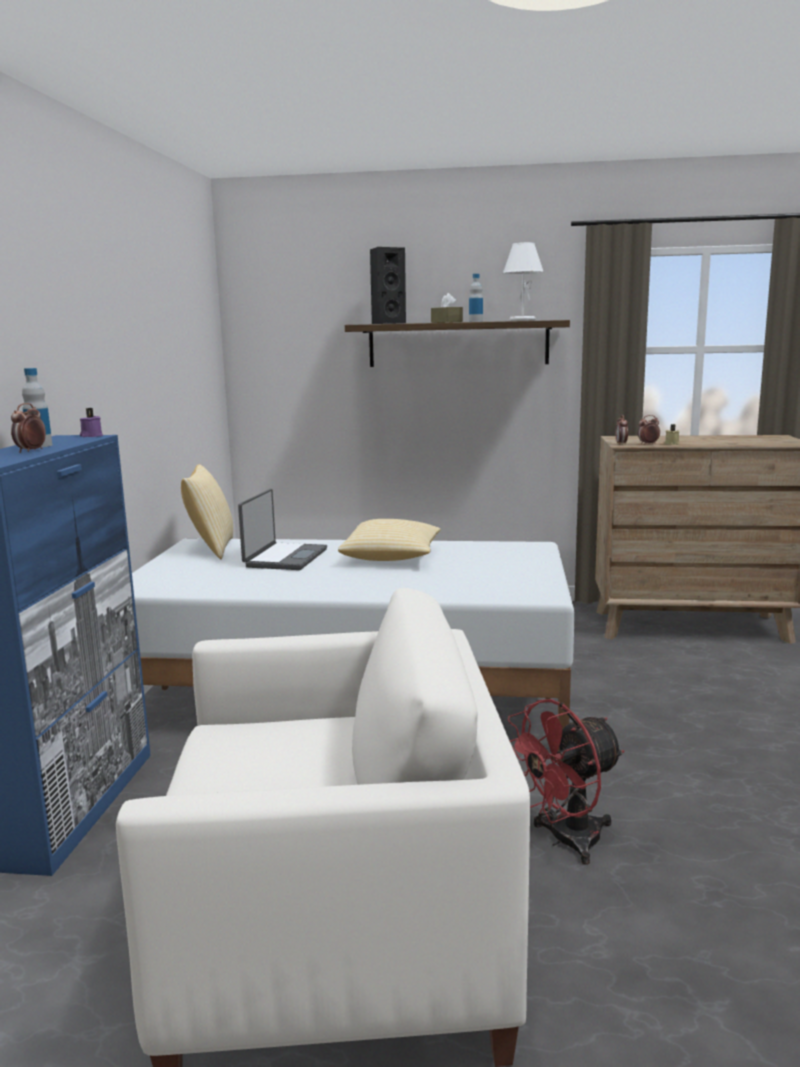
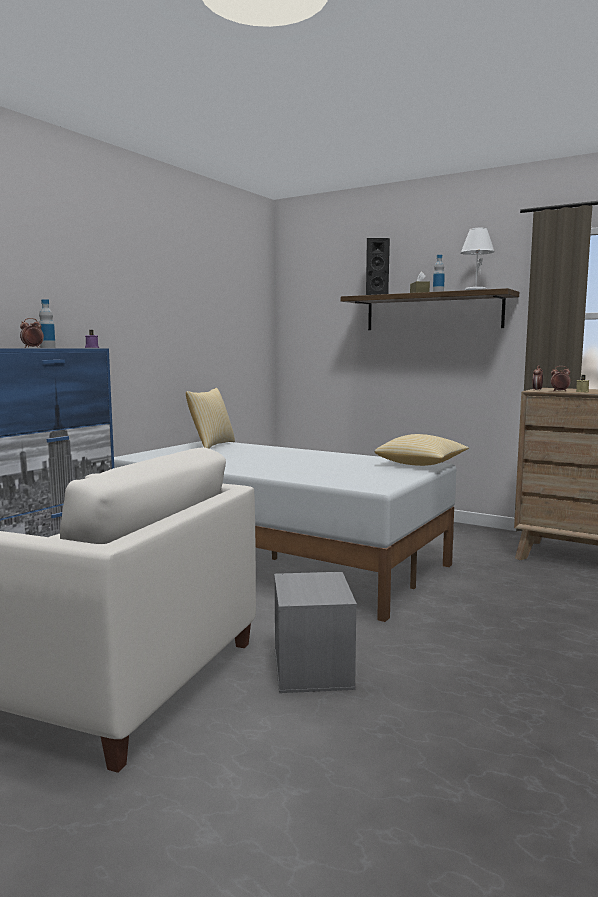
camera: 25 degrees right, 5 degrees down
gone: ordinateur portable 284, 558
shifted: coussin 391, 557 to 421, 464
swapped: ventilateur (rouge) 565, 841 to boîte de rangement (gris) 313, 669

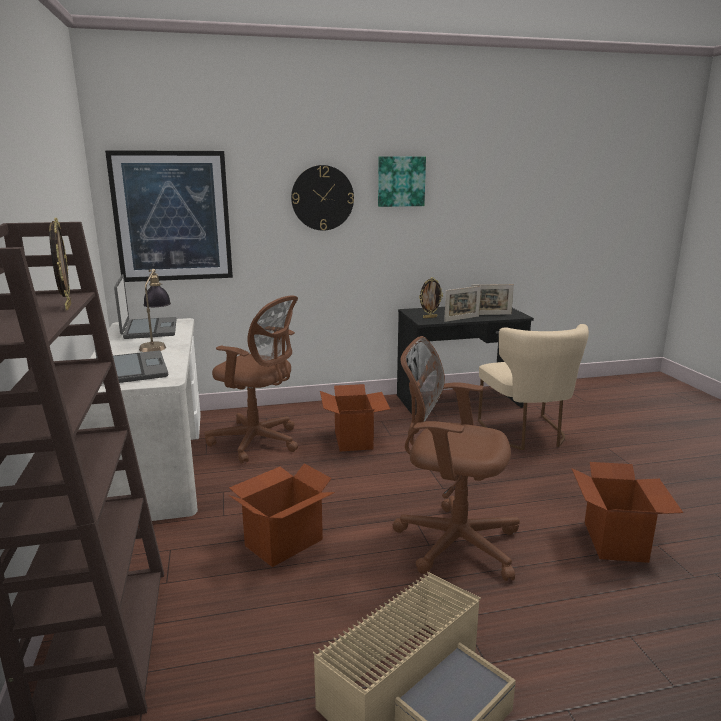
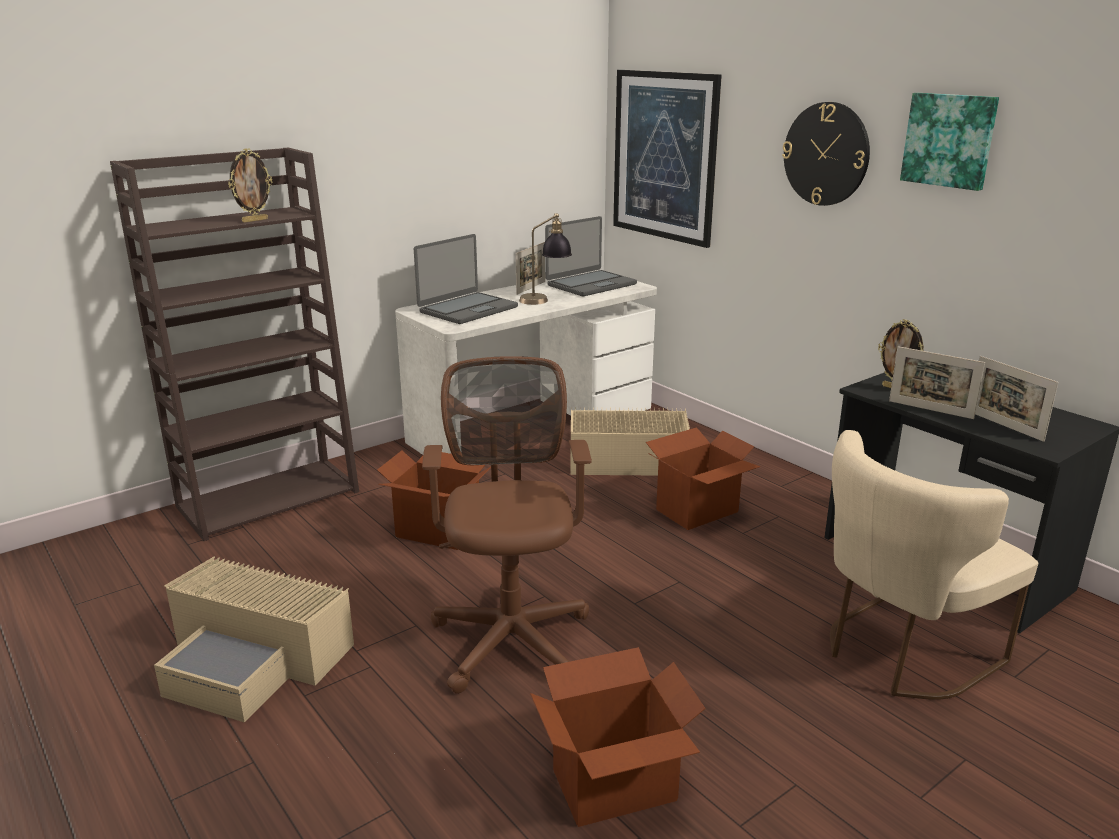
camera: 65 degrees right, 5 degrees up
new: cadre photo 531, 288
swapped: chaise de bureau (marron) 258, 442 to boîte de rangement (beige) 624, 458

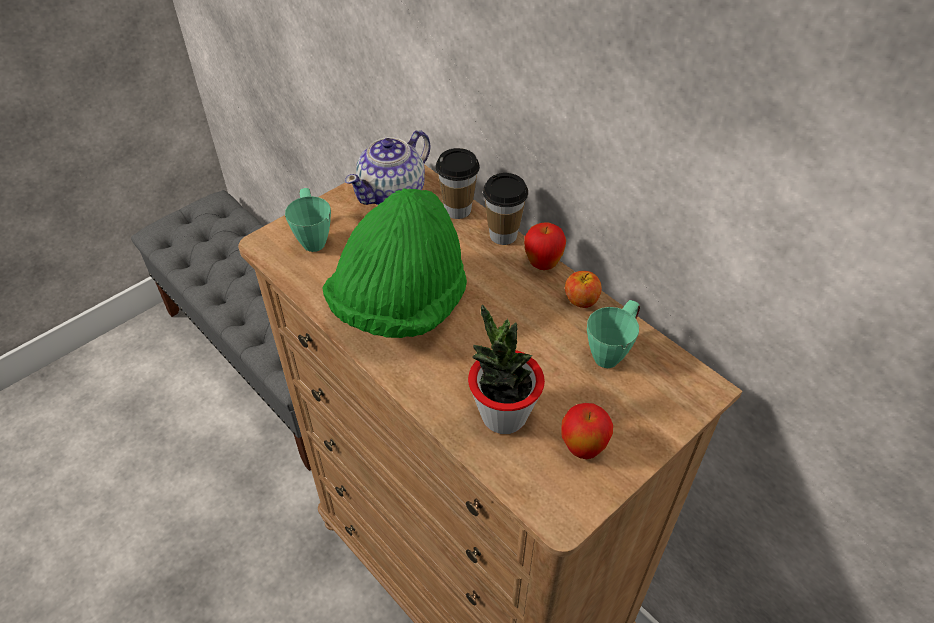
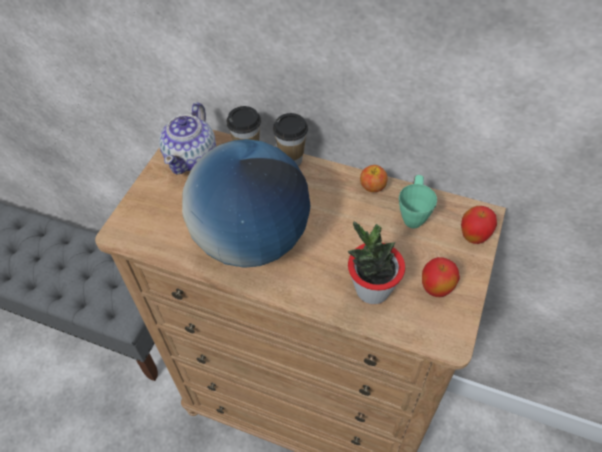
camera: 25 degrees left, 5 degrees up
gone: mug (vert) 313, 237
shifted: pomme 542, 264 to 473, 237
swapped: chapeau (vert) 400, 305 to globe 252, 240

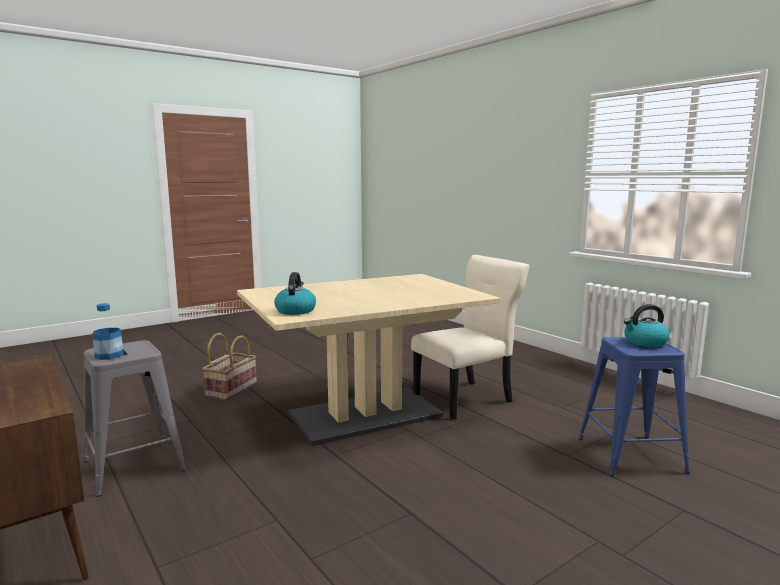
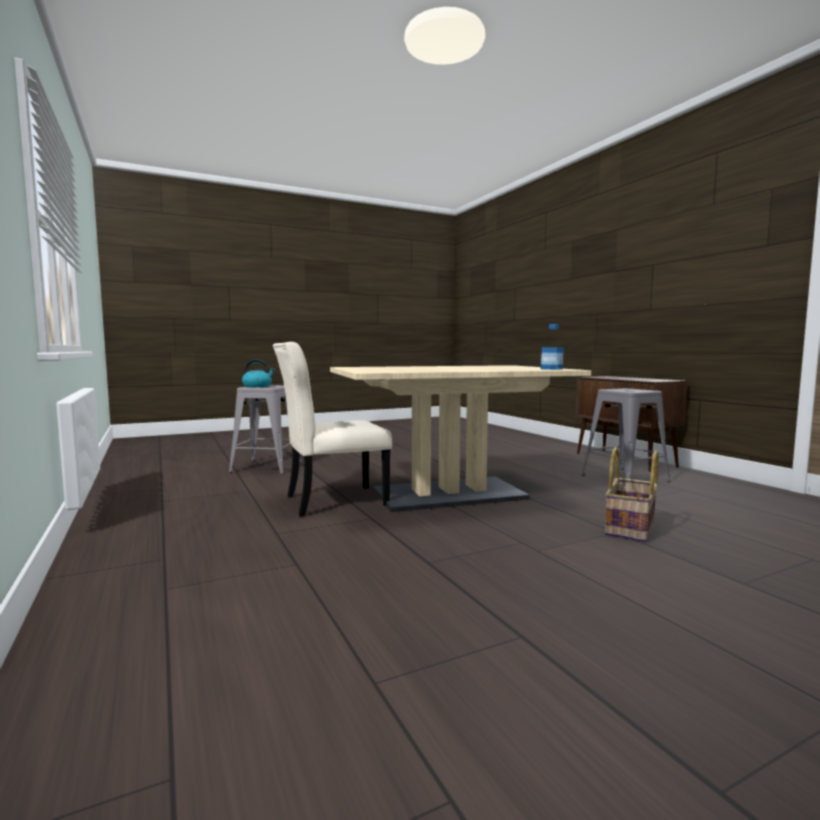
camera: 170 degrees left, 5 degrees down
gone: bouilloire 295, 310
shifted: bouteille 109, 355 to 551, 369
repainted: tabouret (bleu) 630, 455 to tabouret (gris) 266, 467

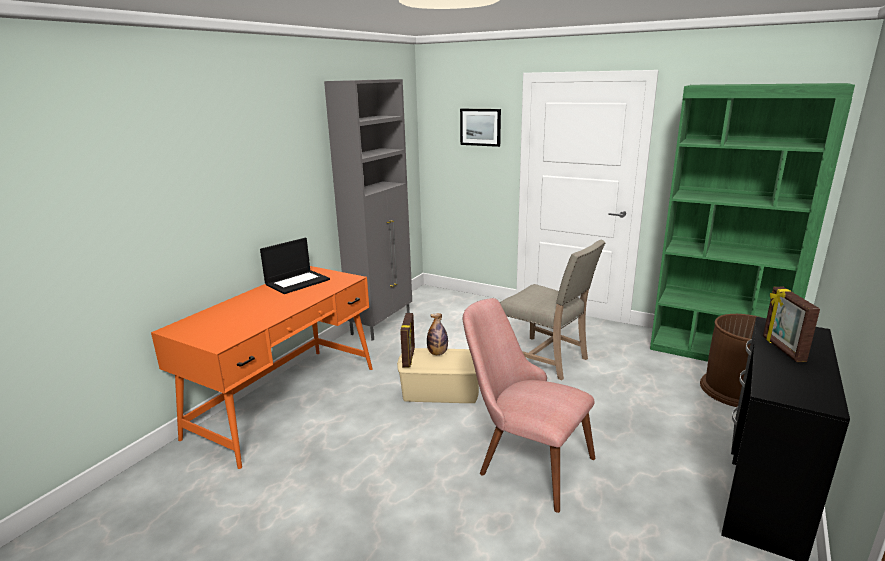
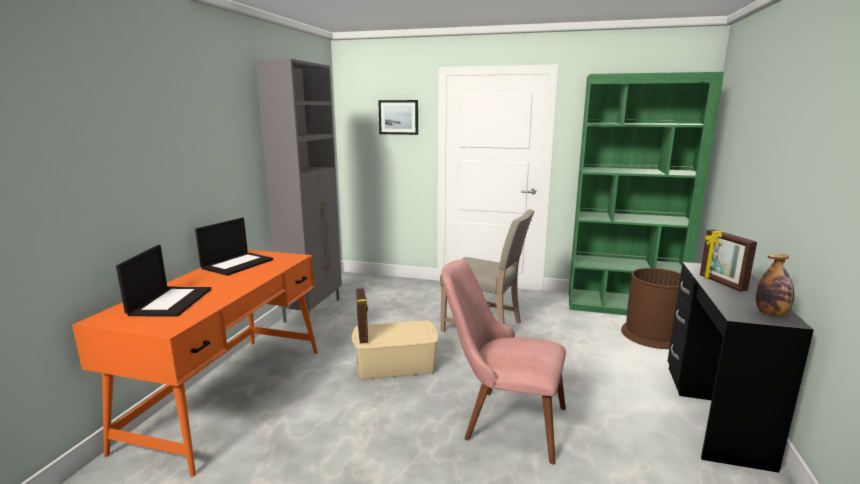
camera: 15 degrees left, 5 degrees down
new: ordinateur portable 170, 301
shifted: bouteille 437, 353 to 771, 314

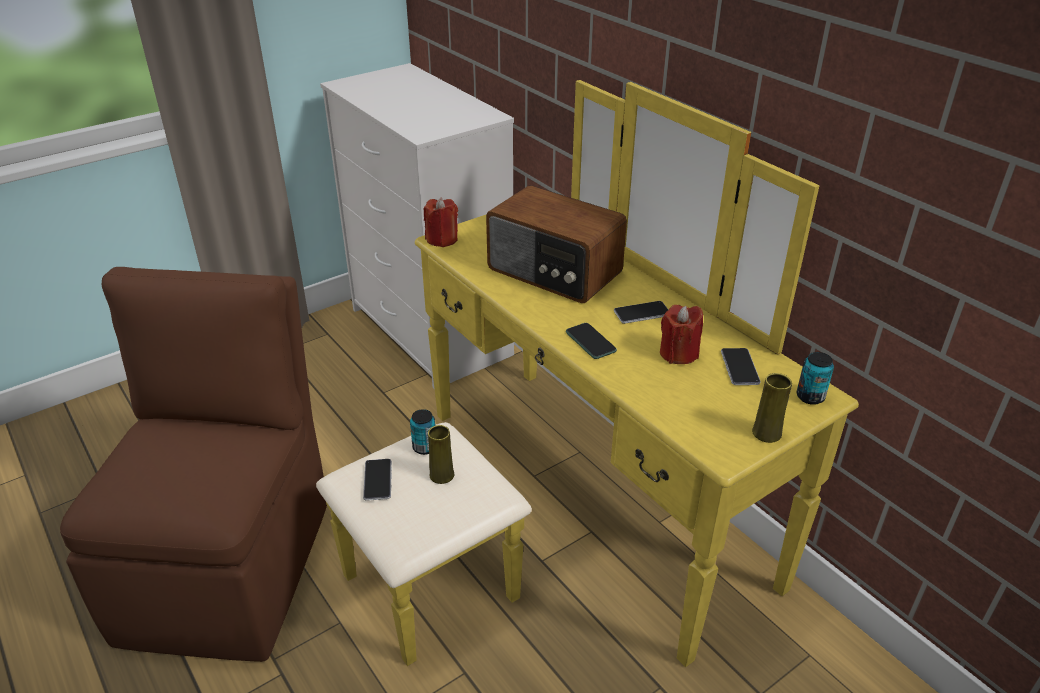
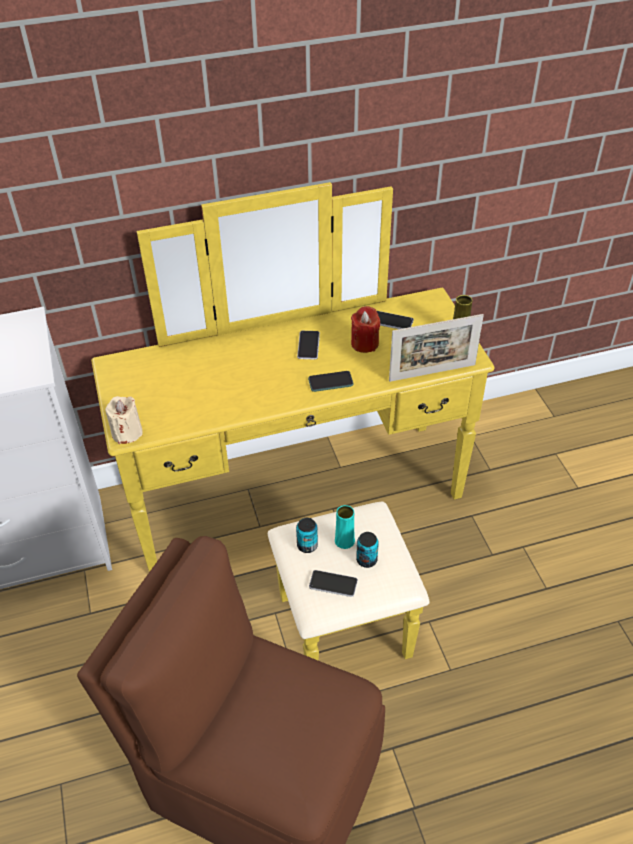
camera: 70 degrees left, 10 degrees up
gone: radio 554, 272
new: cadre photo 432, 373
shifted: boîte métallique 810, 397 to 366, 560
repainted: bougie (rouge) 442, 239 to bougie (beige) 127, 432; vase (jaune) 442, 475 to vase (turquoise) 344, 541

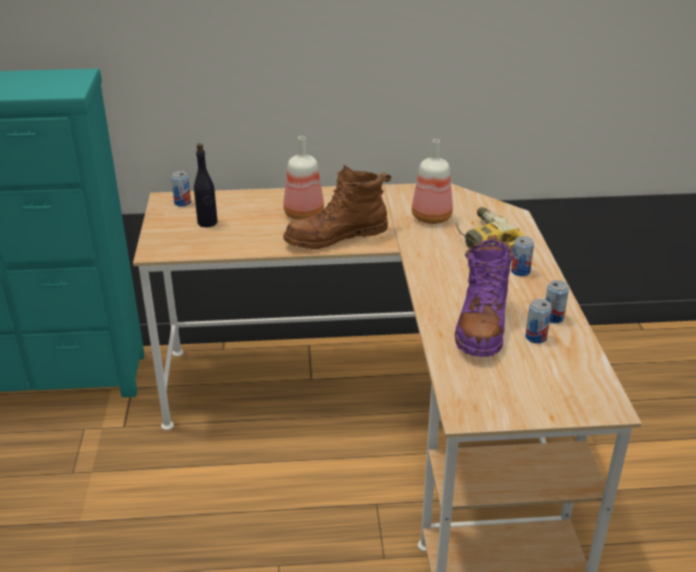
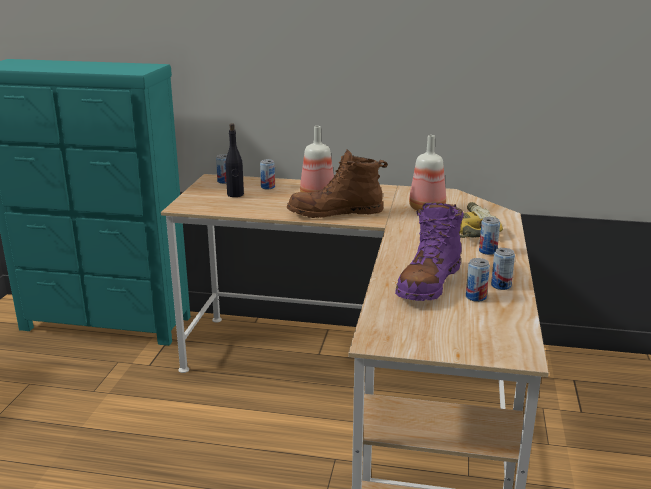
camera: 15 degrees right, 10 degrees down
new: boîte métallique 268, 187

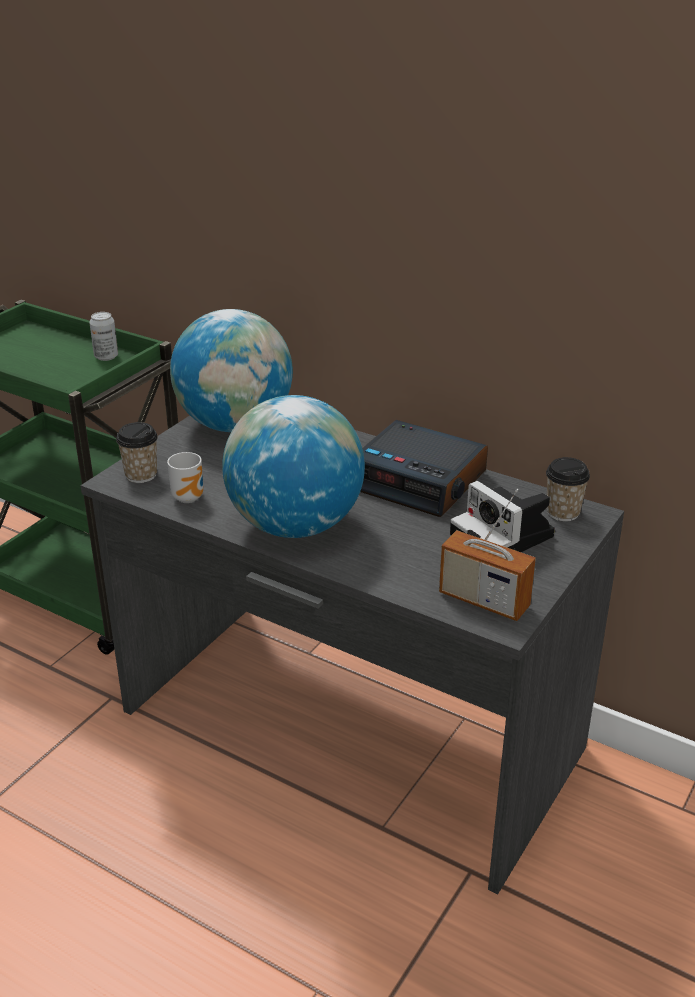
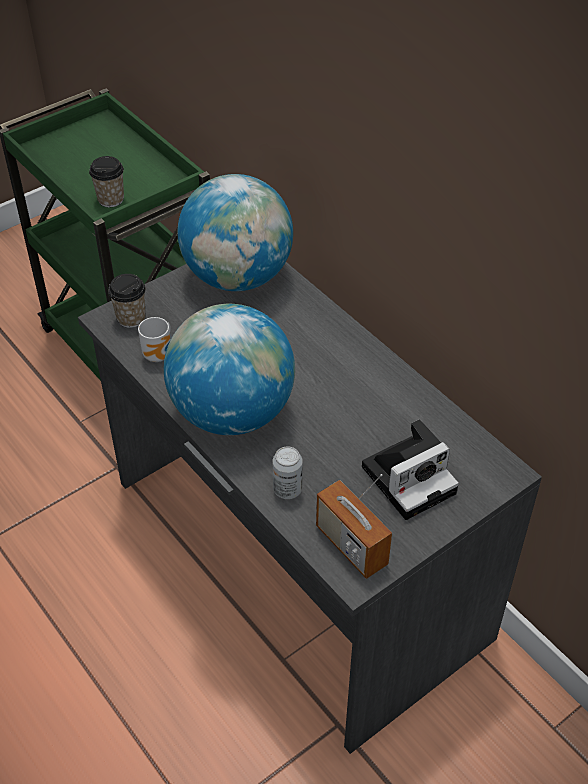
camera: 20 degrees right, 15 degrees up
gone: réveil 420, 480
shifted: tasse 563, 512 to 111, 199; boîte métallique 106, 357 to 287, 489
rotated: appareil photo 505, 537 = 410, 477 105 degrees counterclockwise

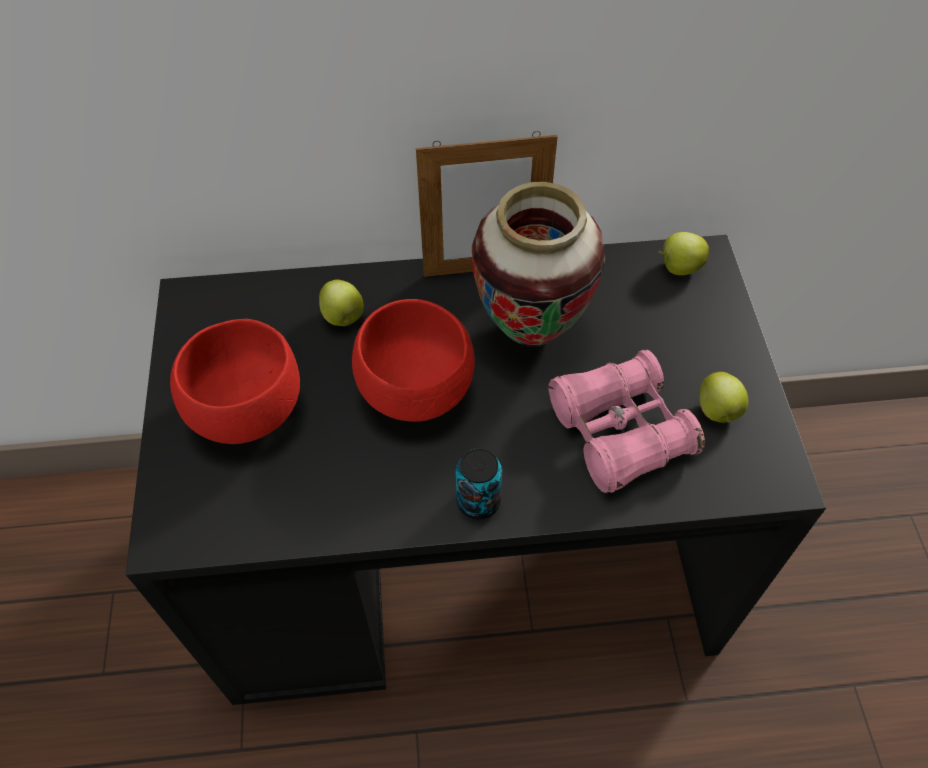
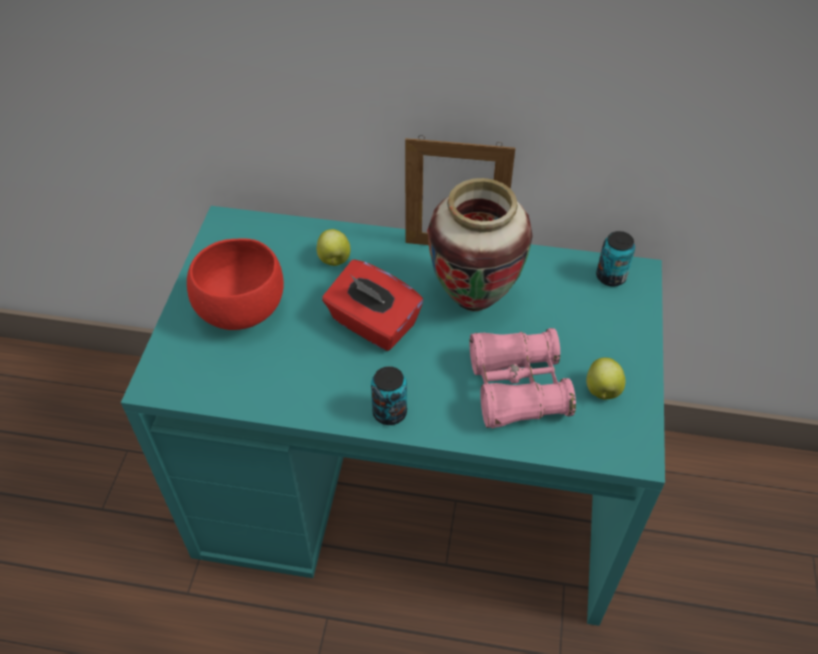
camera: 15 degrees right, 5 degrees down
swapped: bol (rouge) 419, 391 to boîte à mouchoirs (rouge) 372, 324; pomme 678, 267 to boîte métallique 611, 277
repainted: bureau (noir) 465, 556 to bureau (turquoise) 409, 491

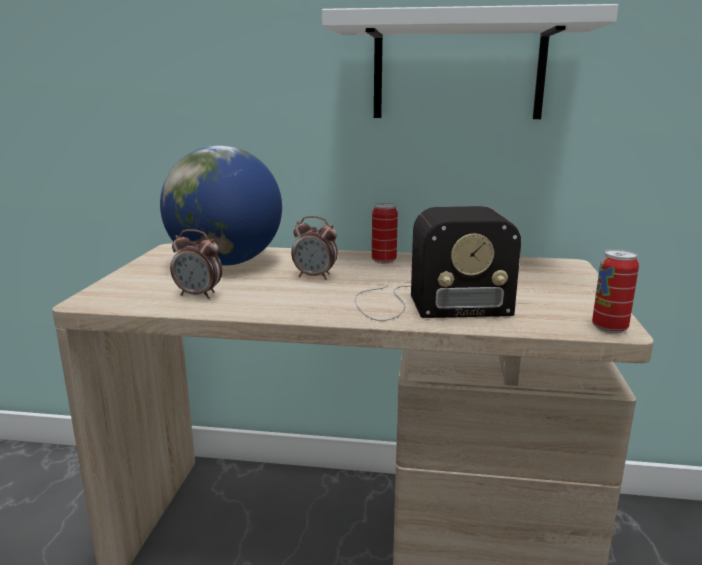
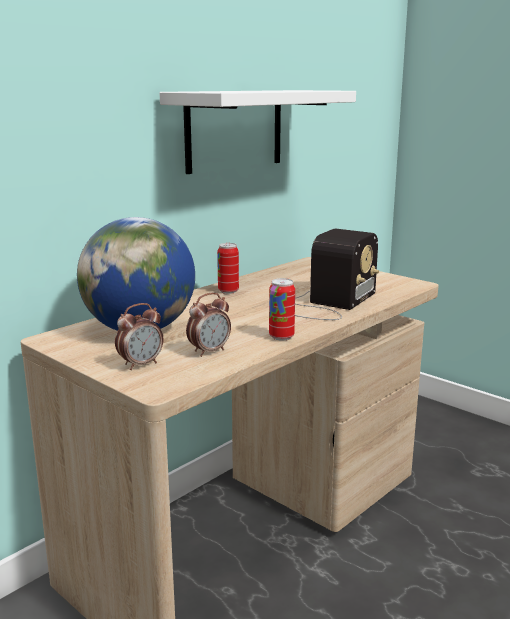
camera: 55 degrees left, 0 degrees up
shifted: réveil 315, 276 to 141, 364; boîte métallique 609, 328 to 281, 337

